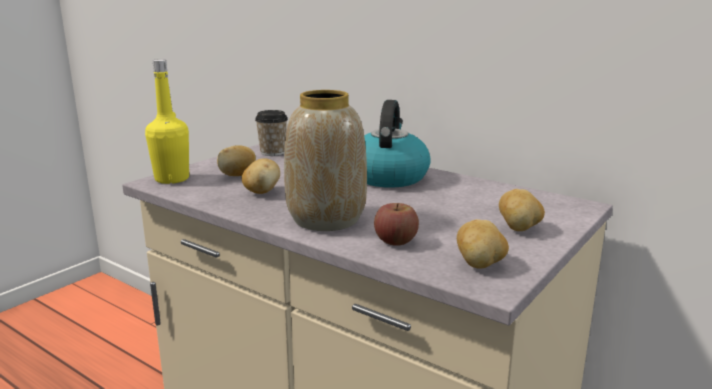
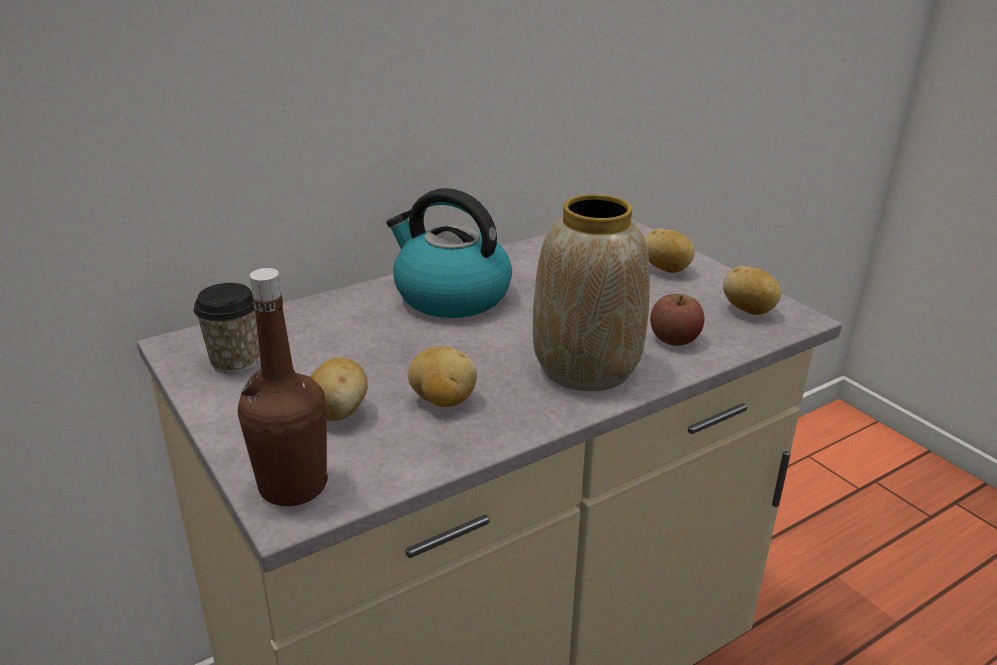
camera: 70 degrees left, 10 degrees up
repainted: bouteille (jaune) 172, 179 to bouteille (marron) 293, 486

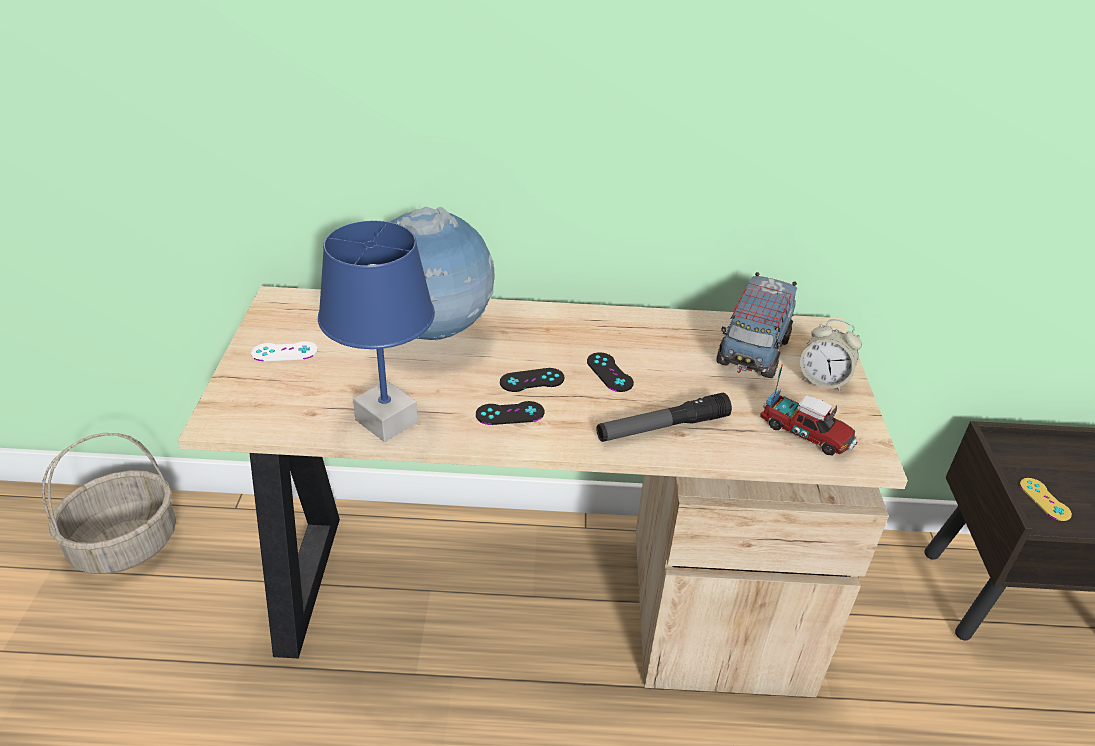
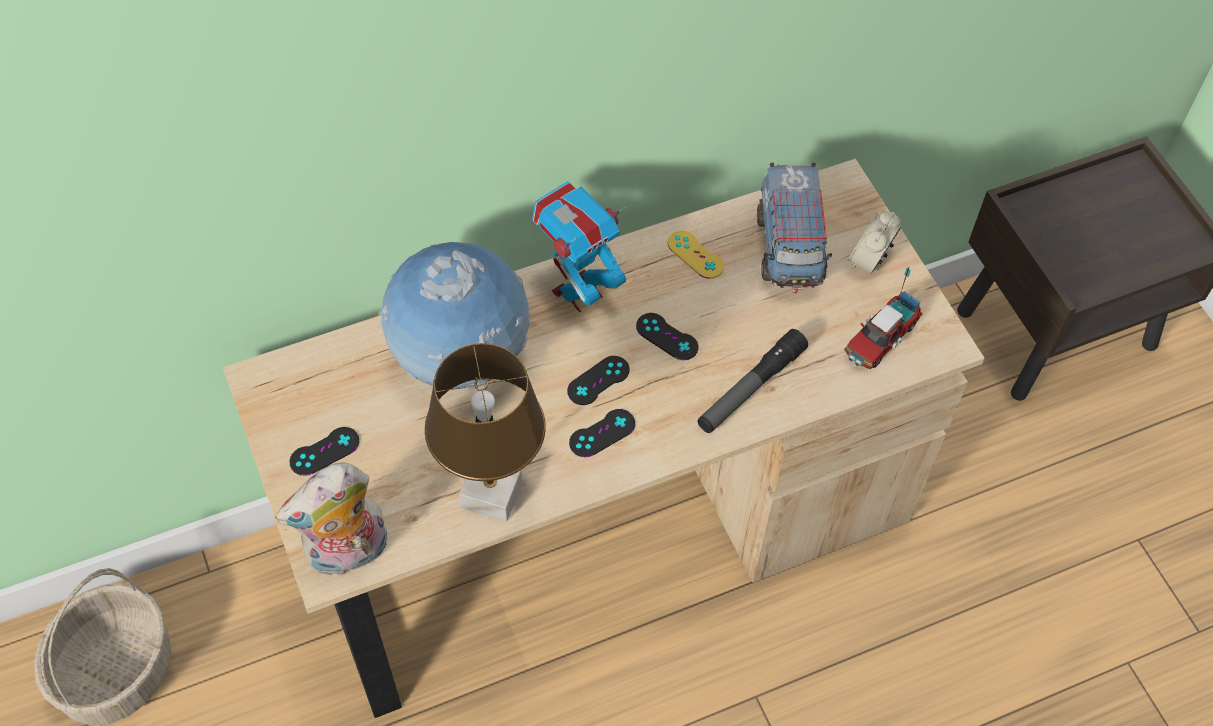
camera: 25 degrees left, 20 degrees up
new: peluche 347, 554; robot jouet 578, 292
shifted: manette (jaune) 1044, 499 to 695, 255
repainted: manette (blanc) 284, 352 to manette (noir) 324, 451; lampe de table (bleu) 387, 421 to lampe de table (marron) 492, 495
rotated: camion jouet 806, 433 = 880, 339 120 degrees clockwise; réveil 823, 380 = 869, 260 120 degrees clockwise

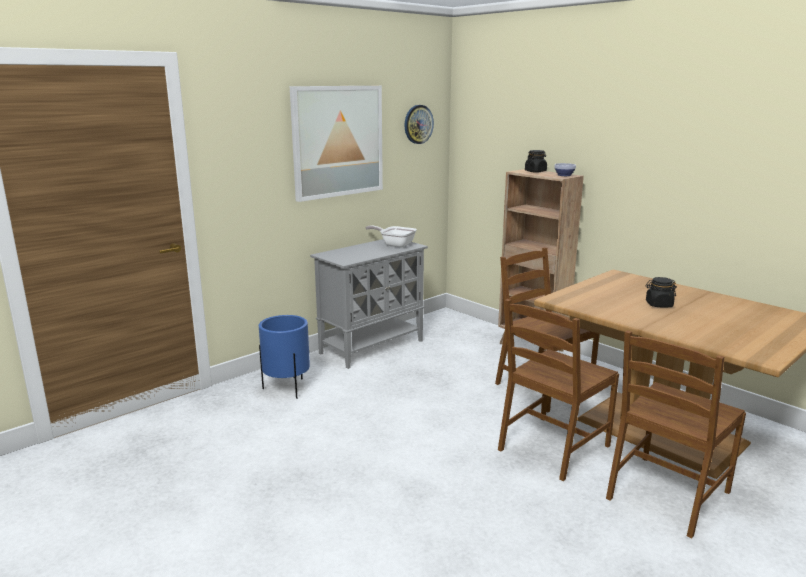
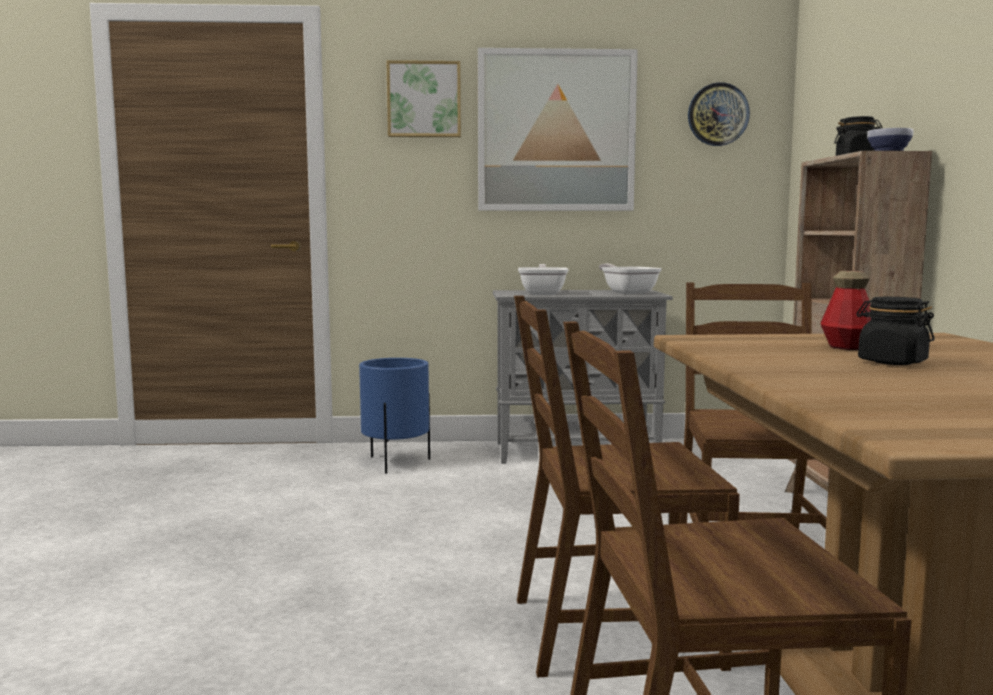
camera: 40 degrees right, 10 degrees down
new: tableau 424, 100; poêle 543, 293; bouteille 847, 347

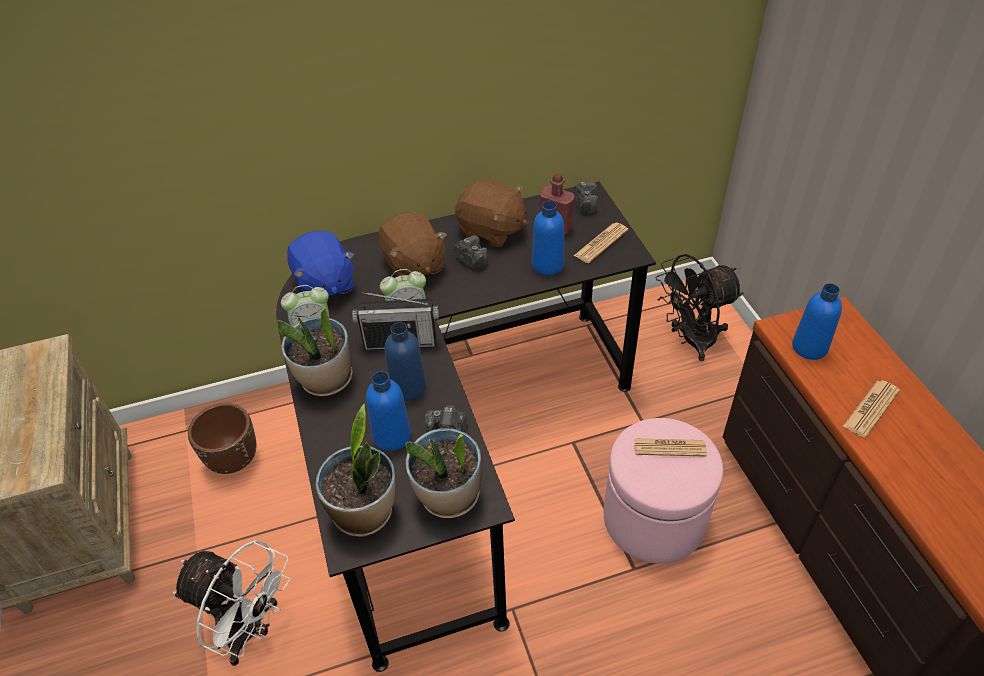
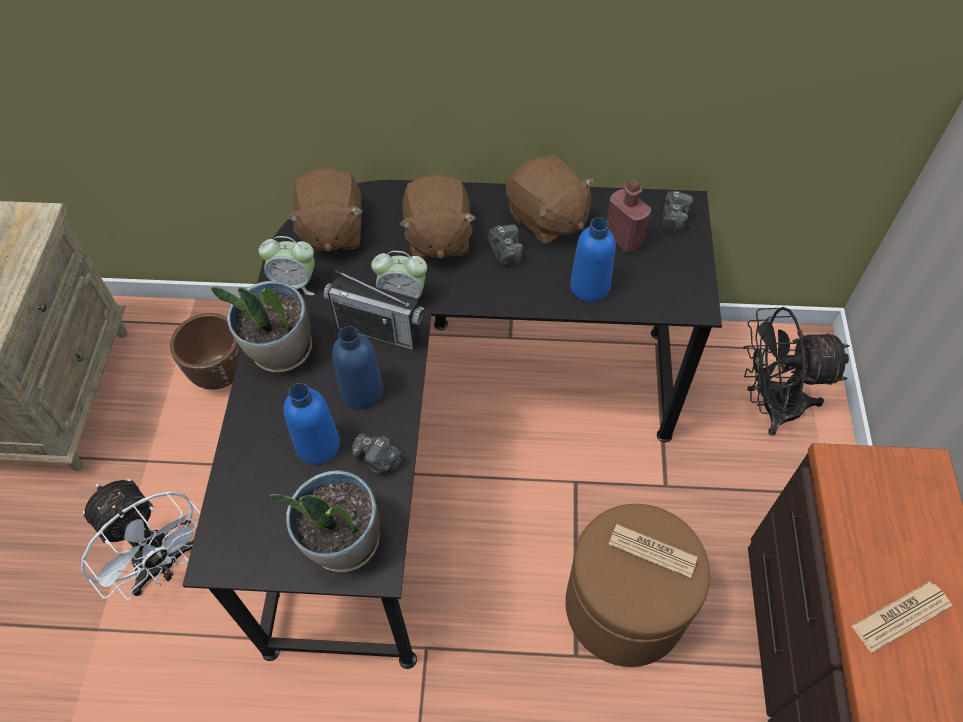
camera: 20 degrees right, 10 degrees up
gone: plante en pot 364, 512; journal 601, 243; bouteille (bleu) 809, 347
repainted: peluche (bleu) 324, 284 to peluche (marron) 331, 231; pouf (rose) 654, 518 to pouf (marron) 624, 606

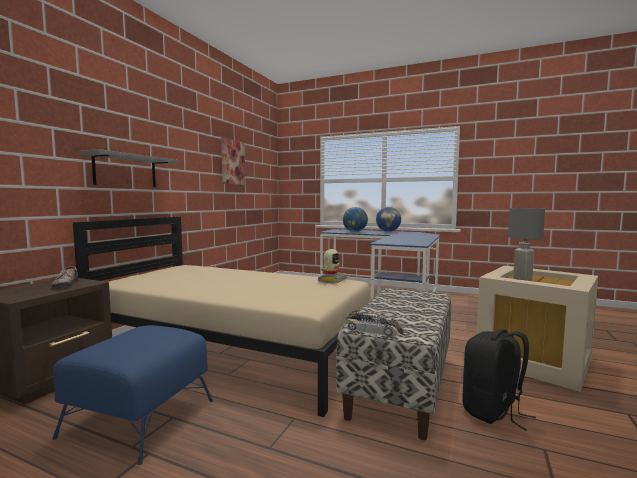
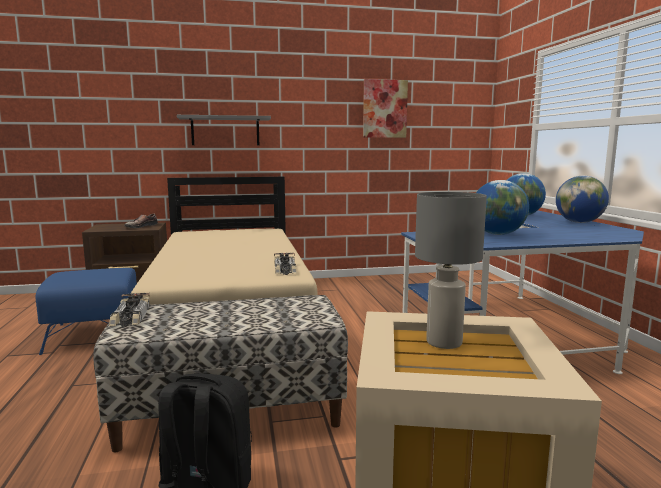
camera: 55 degrees right, 5 degrees up
new: globe 497, 234
swapped: robot jouet 331, 280 to petite voiture 285, 269

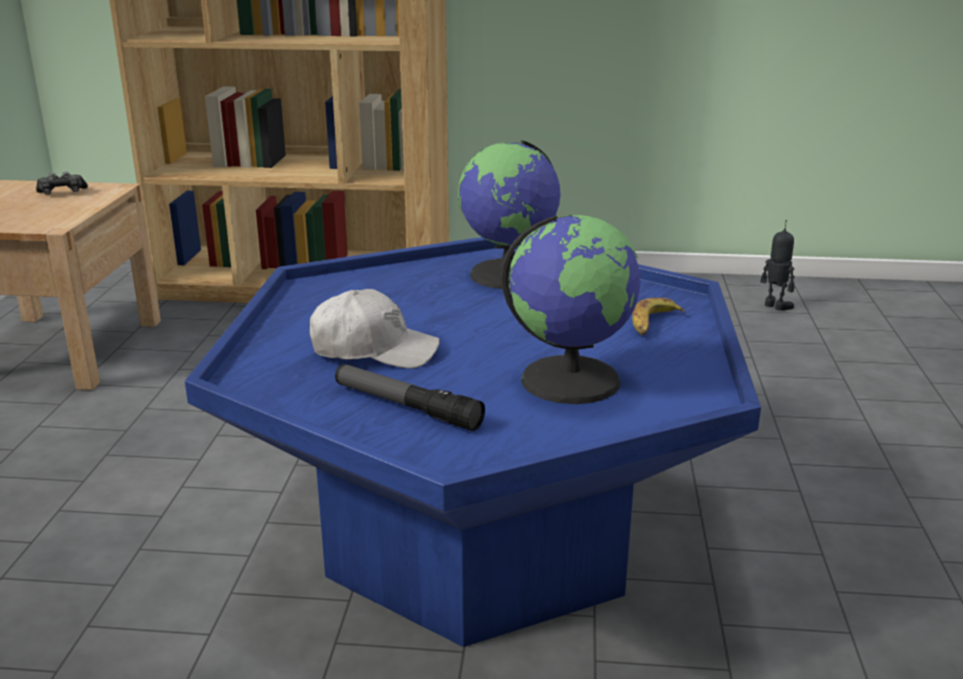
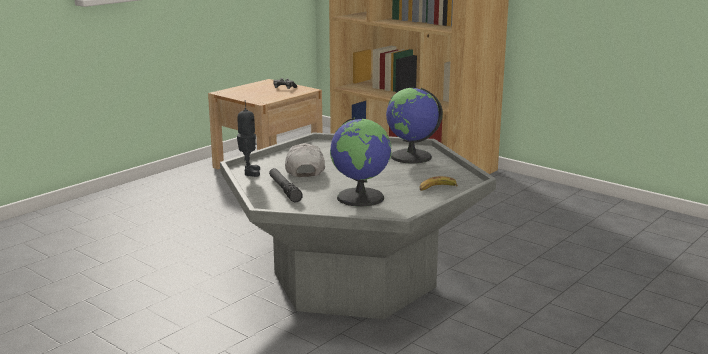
camera: 35 degrees right, 5 degrees down
shifted: robot jouet 775, 306 to 249, 173
repainted: table basse (bleu) 479, 534 to table basse (gris) 353, 280
rotated: casquette (blanc) 373, 350 = 304, 170 135 degrees counterclockwise

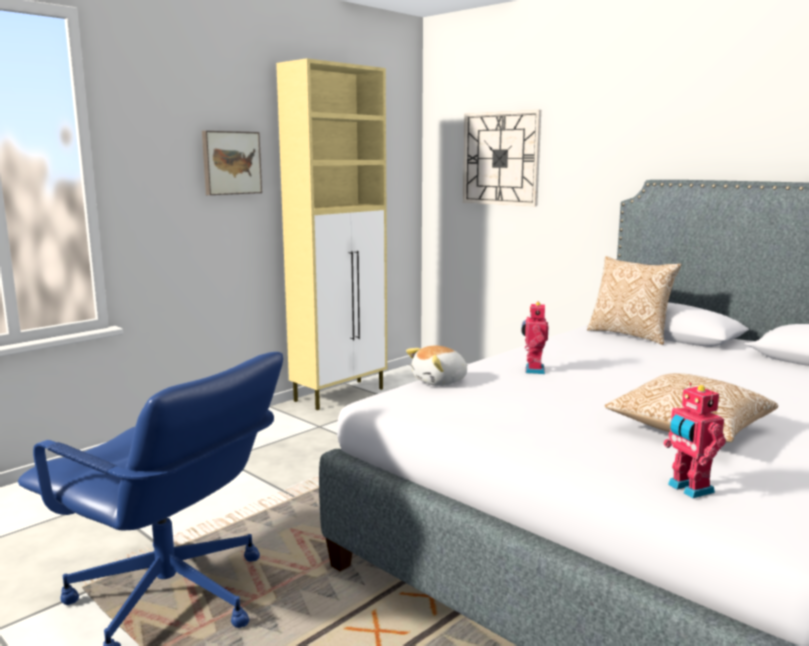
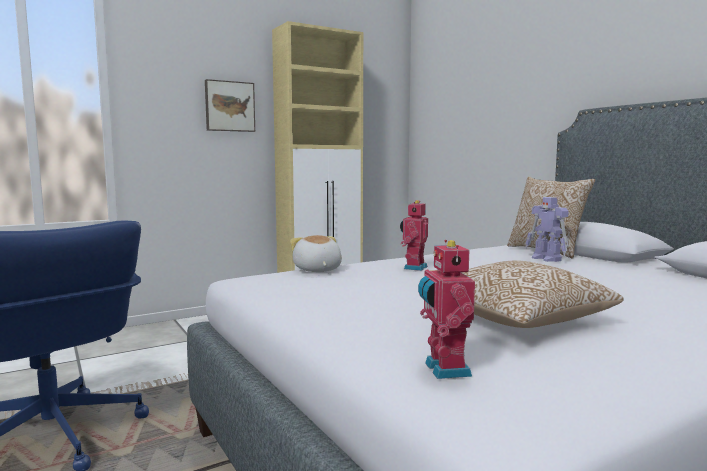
camera: 15 degrees right, 5 degrees down
gone: horloge murale 501, 158
new: robot jouet 547, 259
rotated: peluche 440, 381 = 317, 270 90 degrees clockwise

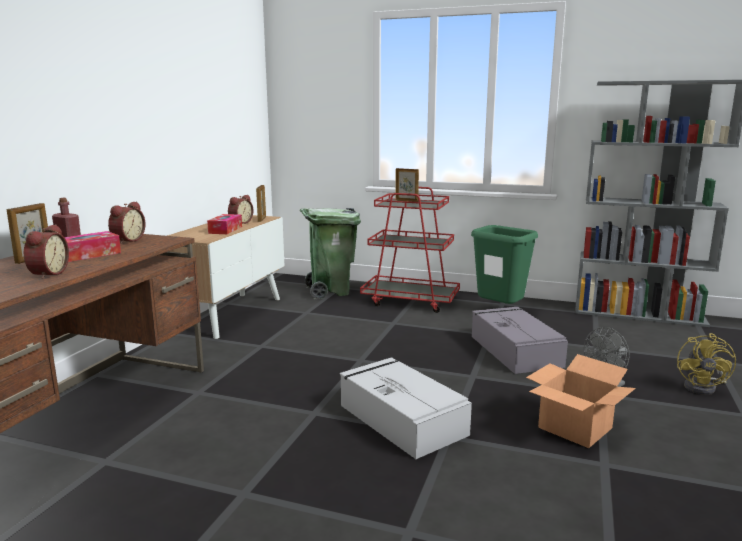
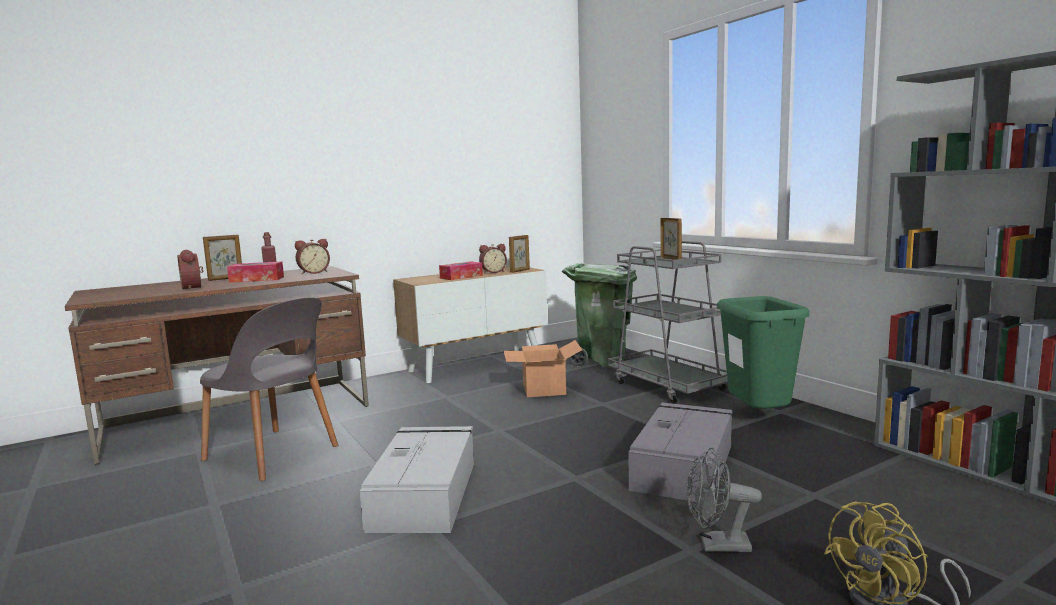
camera: 40 degrees right, 5 degrees down
new: chaise (gris) 273, 454
shifted: carton 576, 428 to 544, 389
repainted: chariot (rouge) 410, 301 to chariot (gris) 668, 386
rotated: réveil 47, 274 = 194, 288 105 degrees clockwise

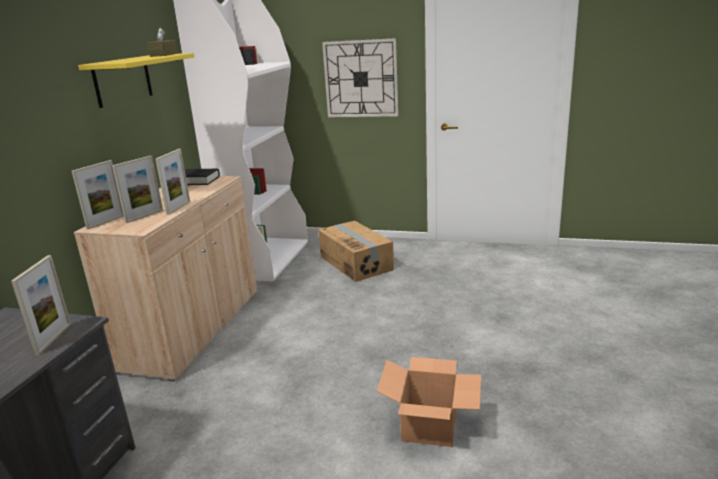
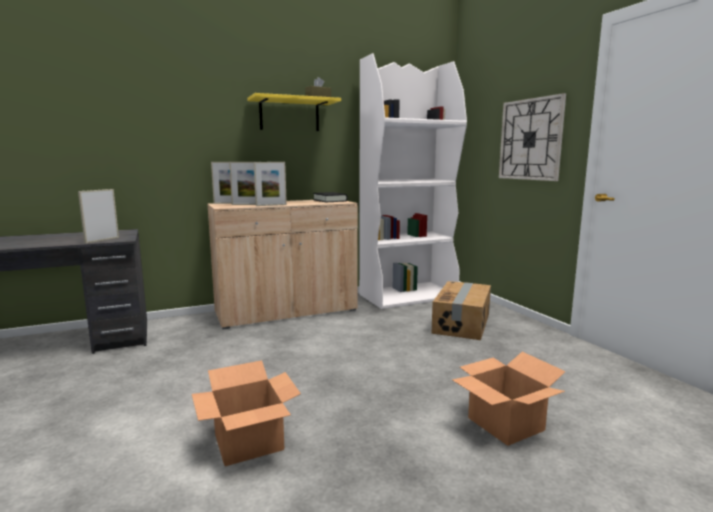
camera: 50 degrees right, 10 degrees down
new: carton 506, 424
rotated: cadre photo 54, 338 = 102, 240 150 degrees clockwise

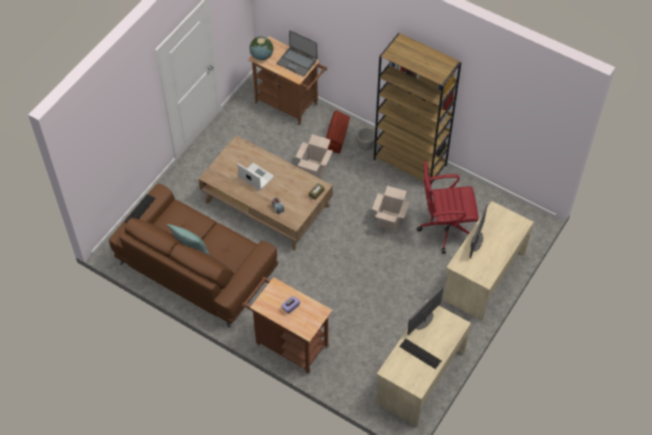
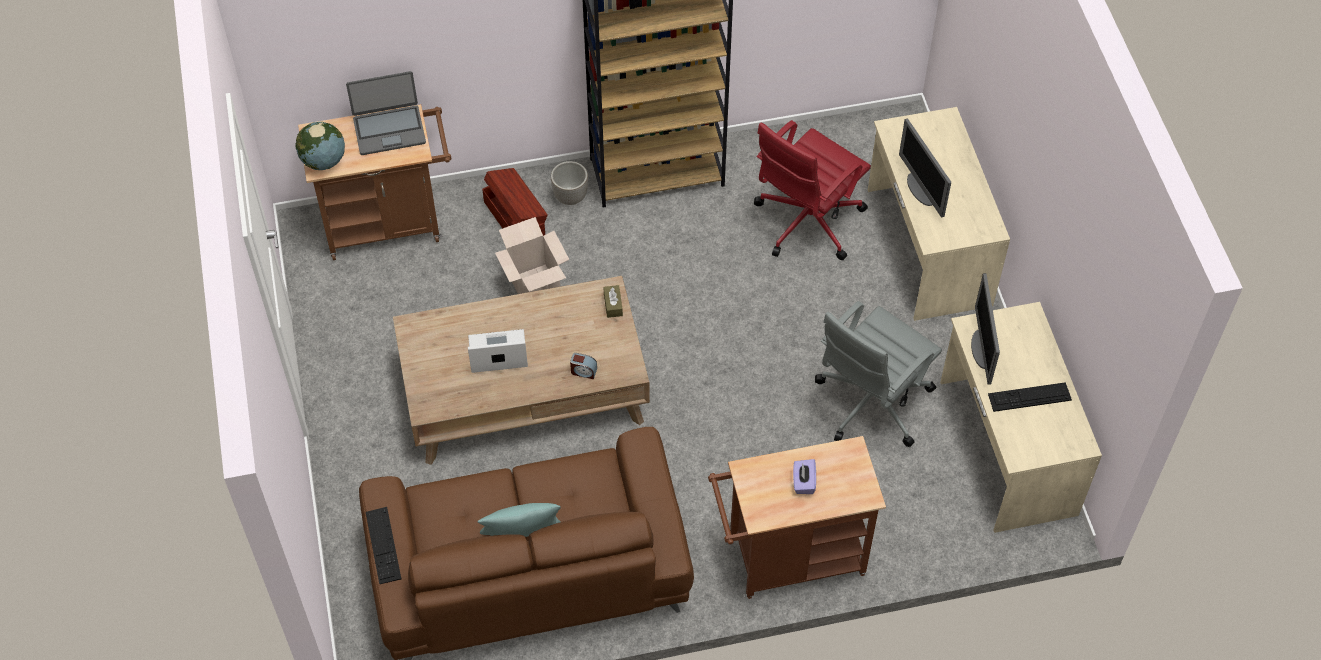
camera: 45 degrees left, 0 degrees up
gone: carton 389, 220
new: chaise de bureau (gris) 870, 403

